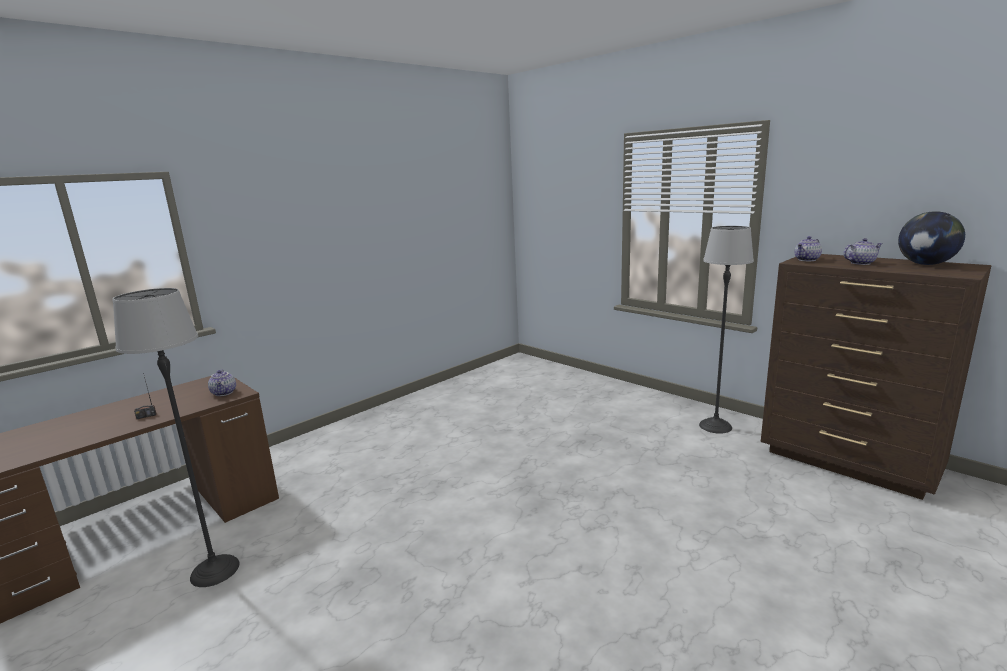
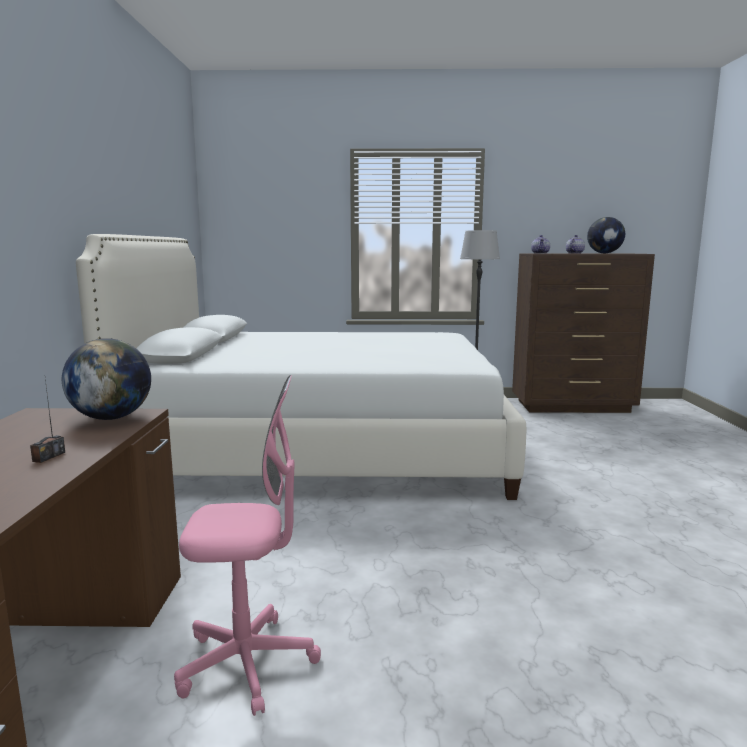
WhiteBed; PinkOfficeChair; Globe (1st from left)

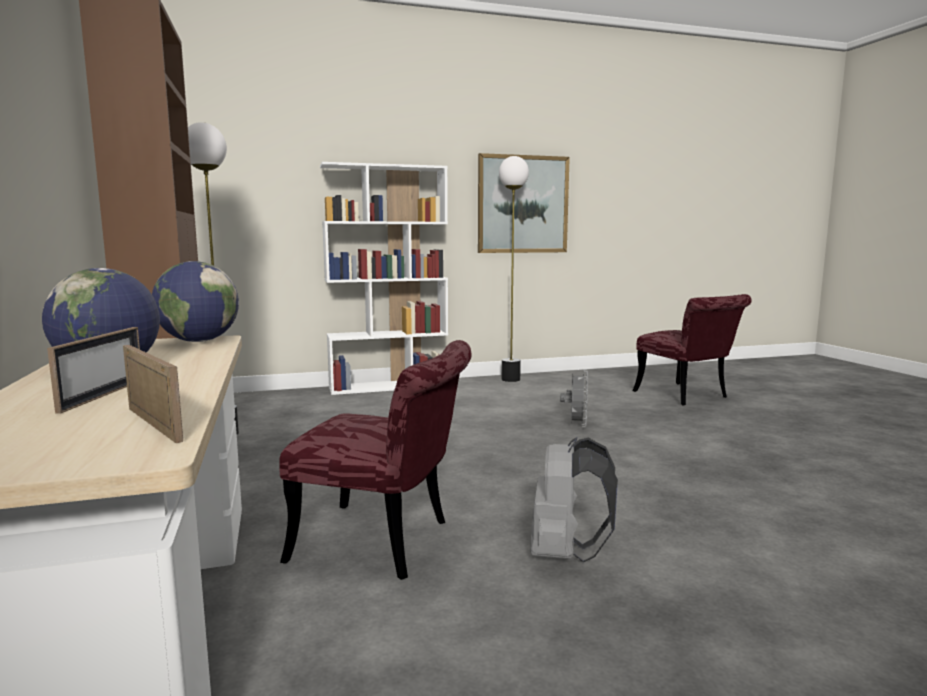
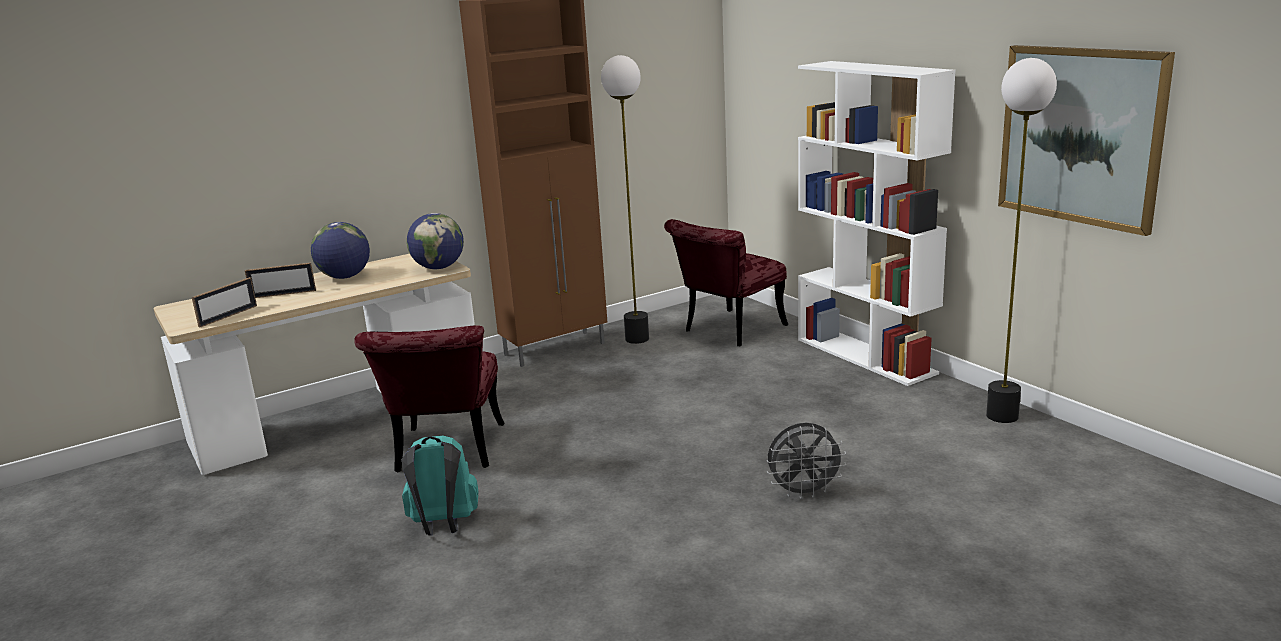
RedChair (2nd from left); TurquoiseBackpack

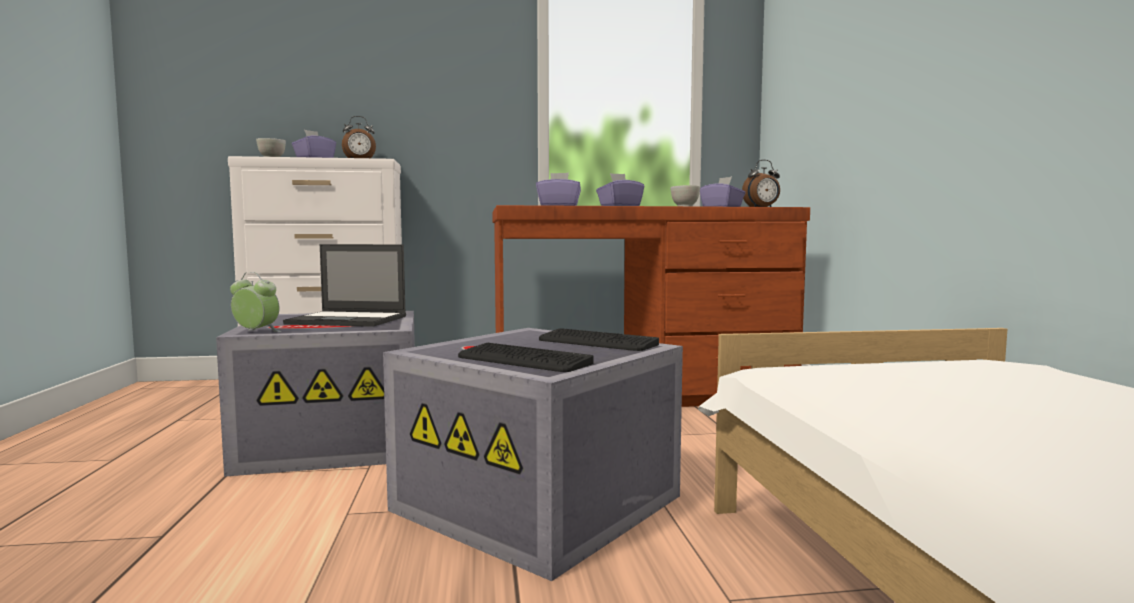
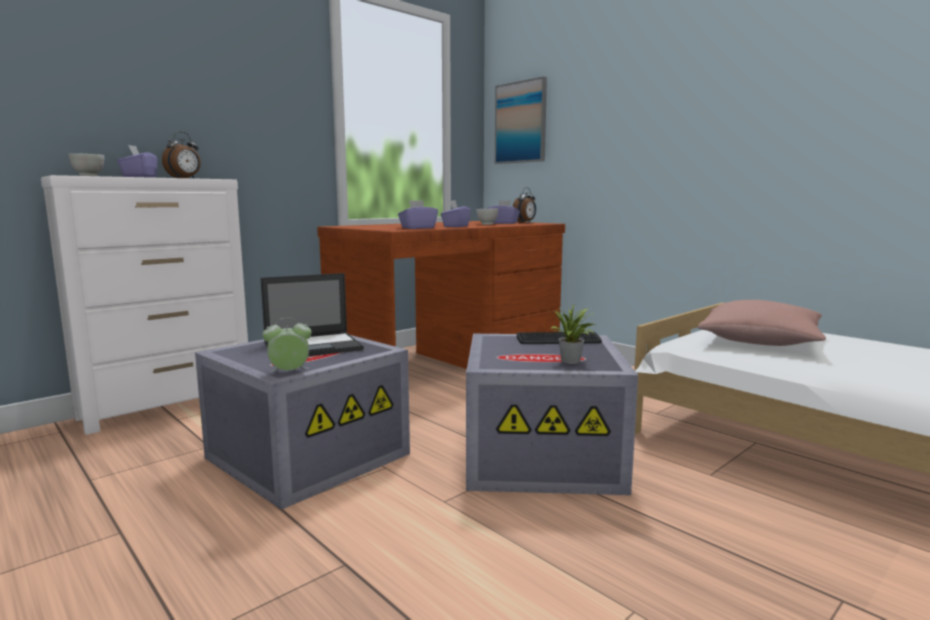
Picture; PinkPillow; PottedPlant

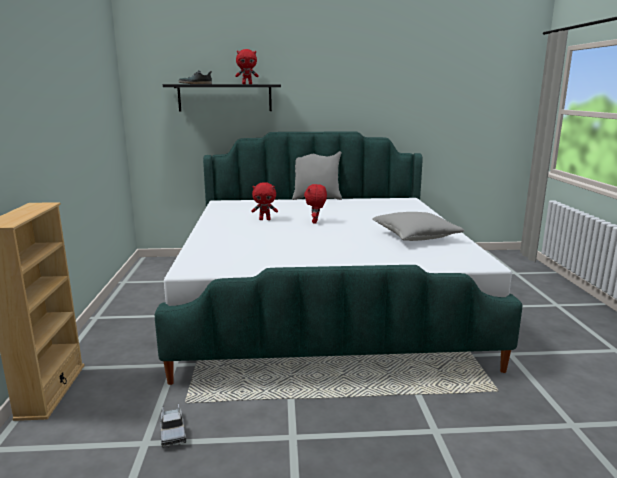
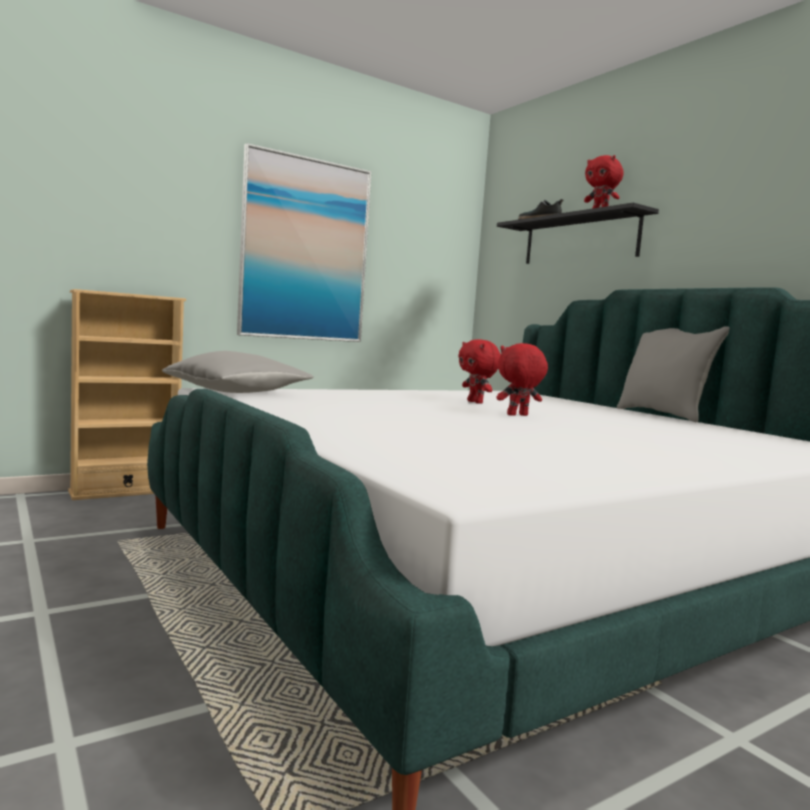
ToyTruck; Picture; GreyPillow (1st from left)

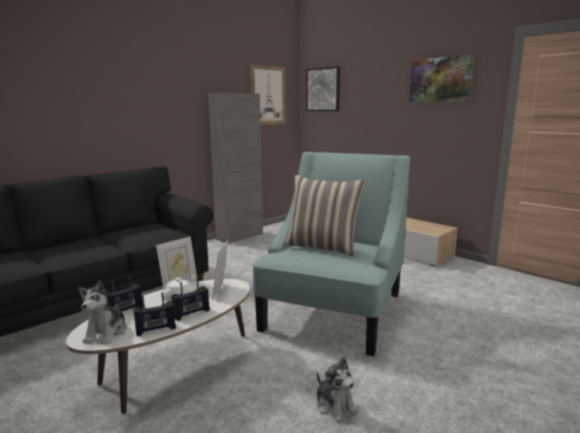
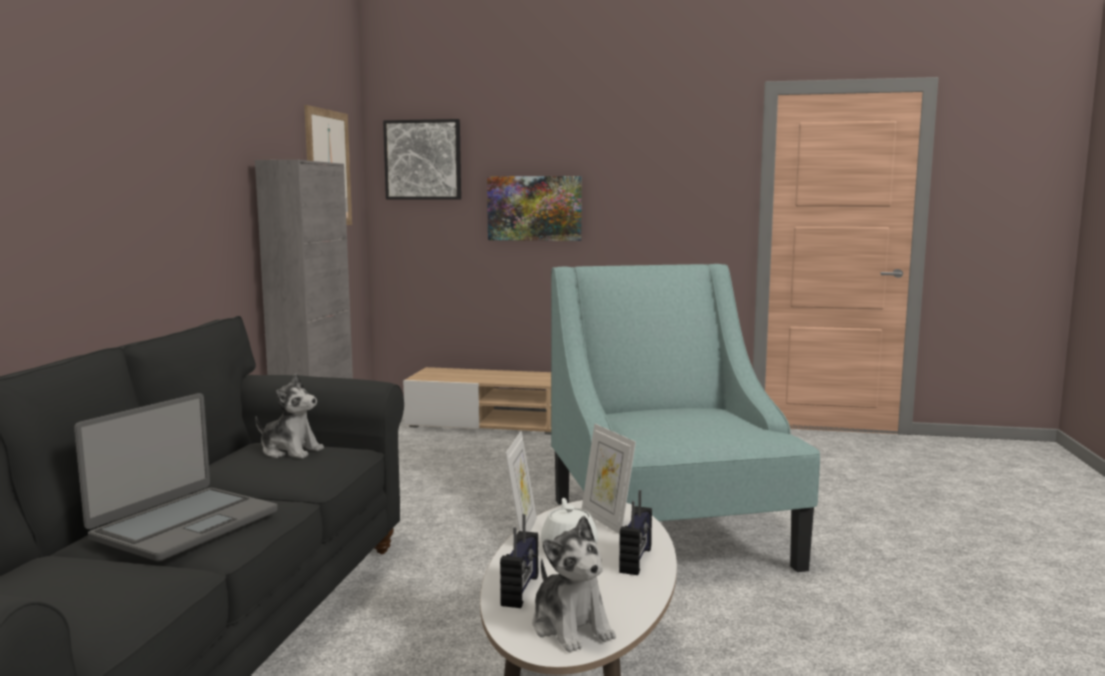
Radio (2nd from left in the first image); Pillow; Laptop; PlushToy (1st from left); Picture (3rd from left)

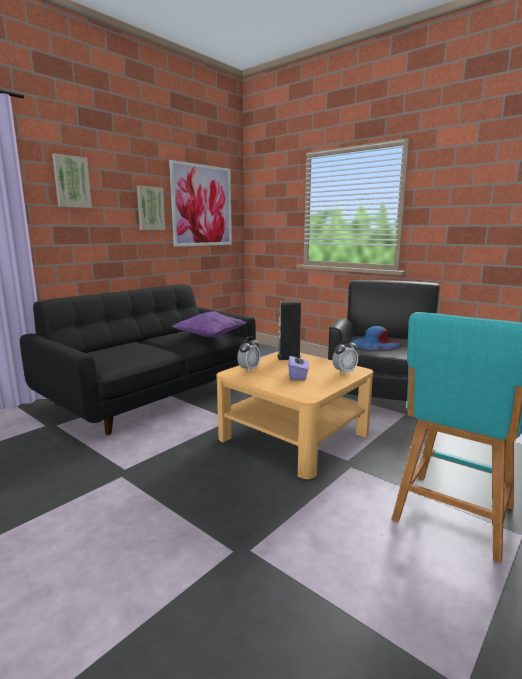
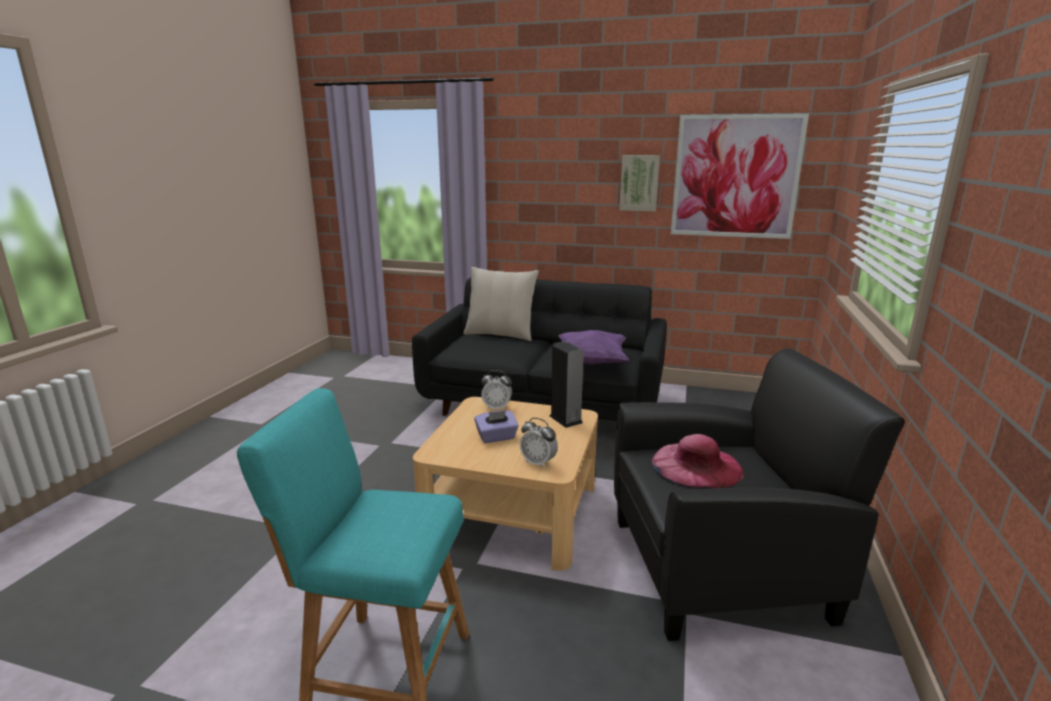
Picture (1st from left in the first image); BeigePillow; PinkHat

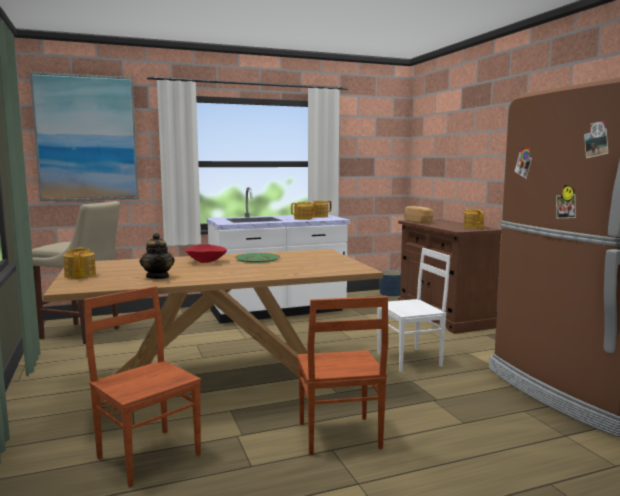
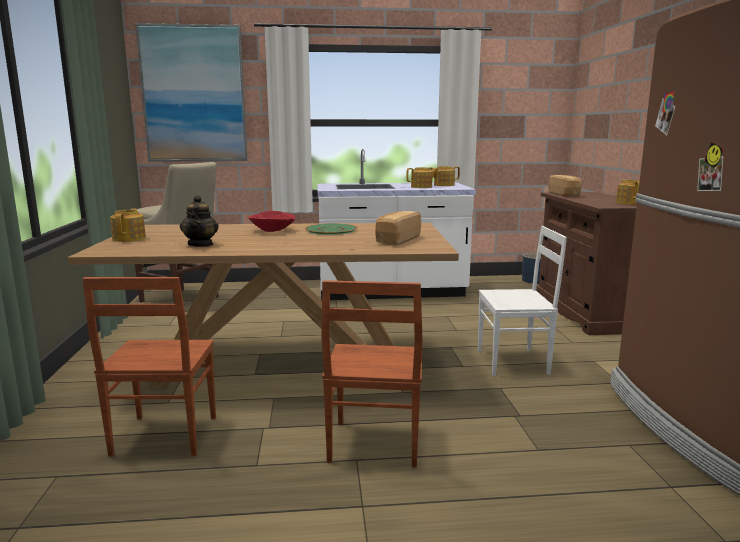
Bread (1st from left); BrownChair (1st from left)

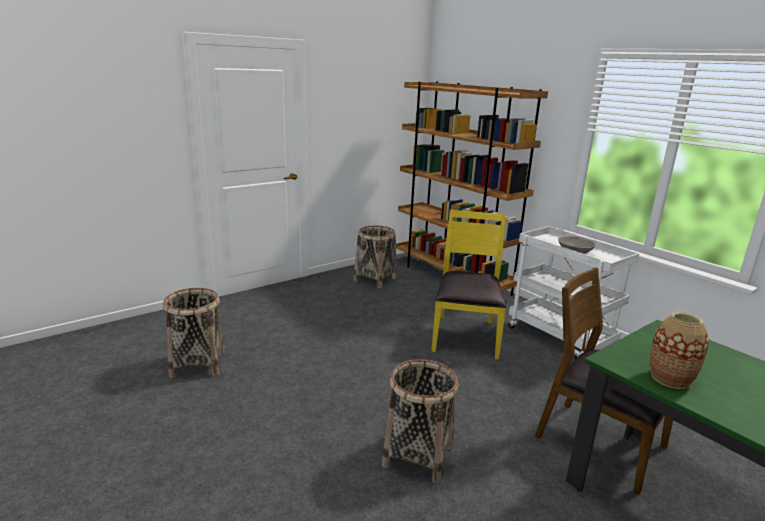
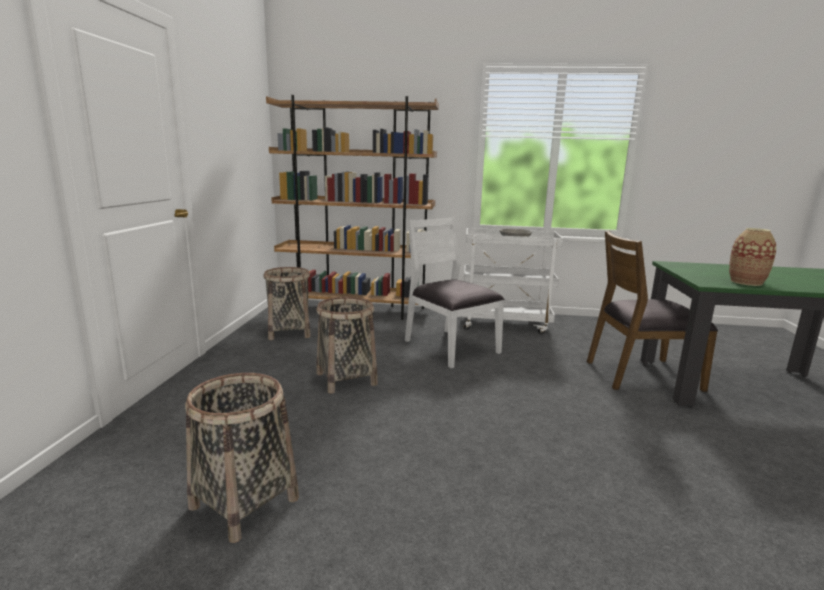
Basket (3rd from left); WhiteChair

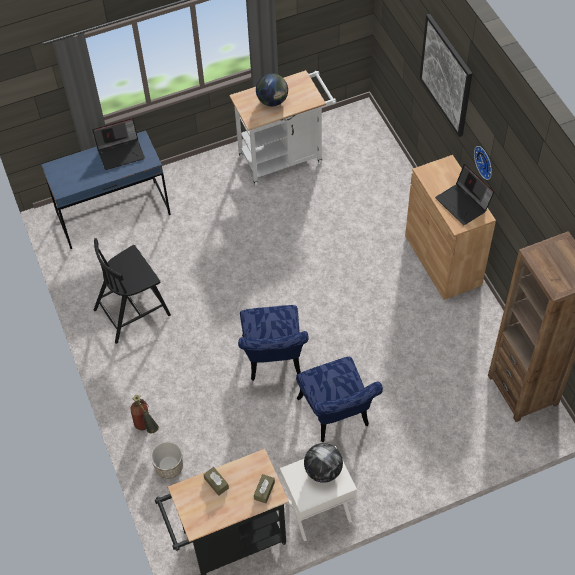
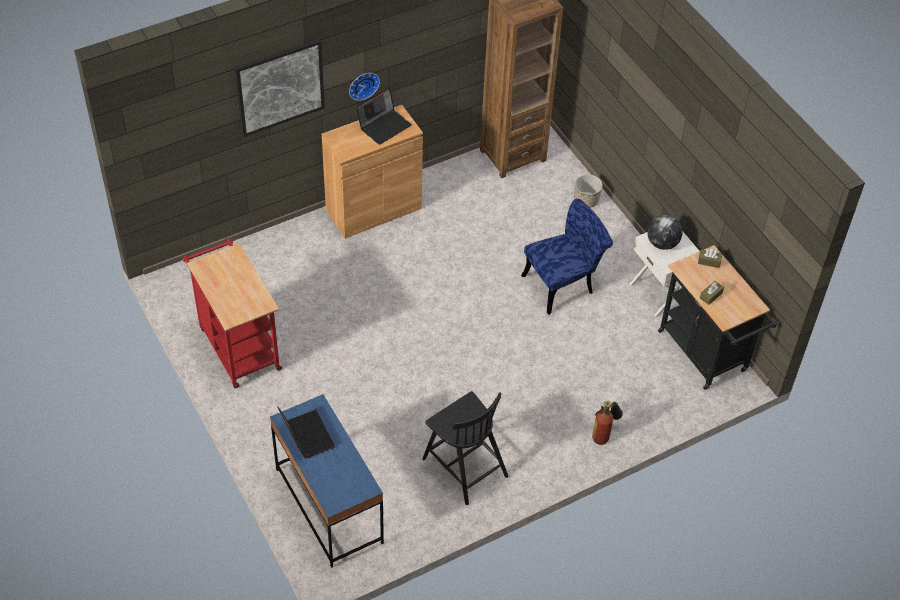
BlueChair (1st from left in the first image); Globe (1st from left in the first image); Planter; RedCart

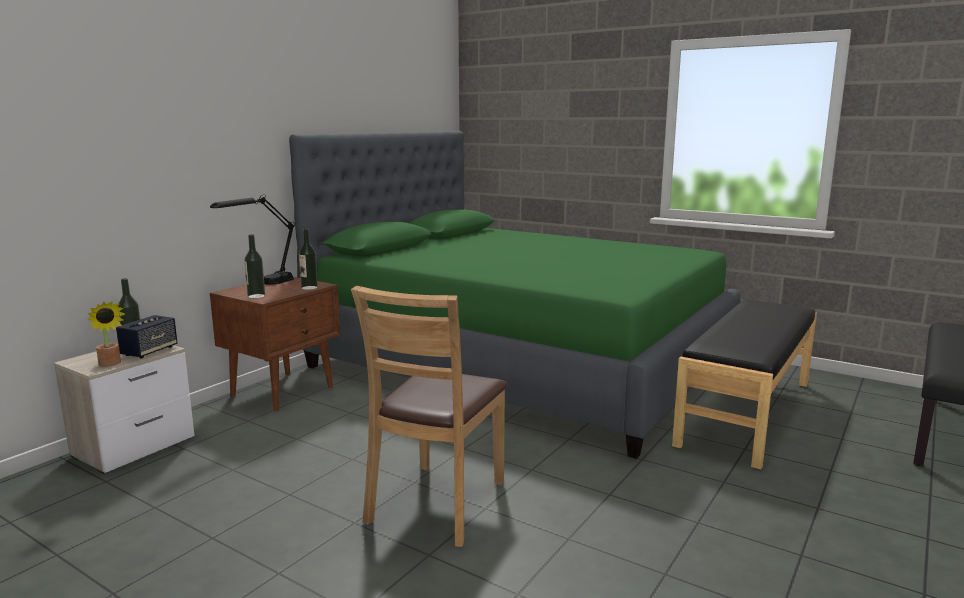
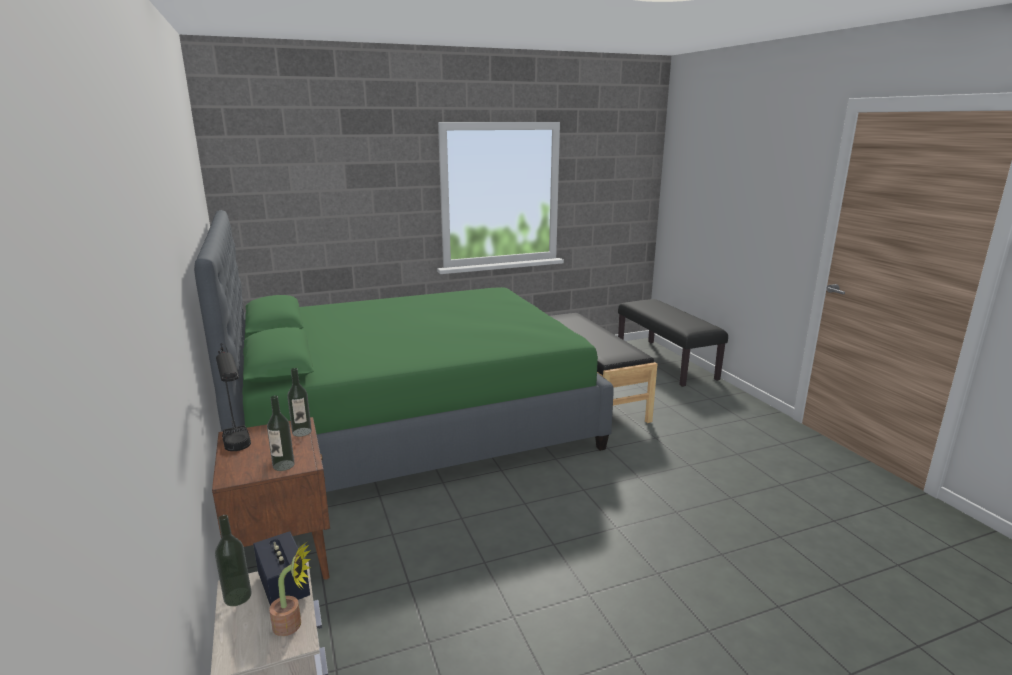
BrownChair

